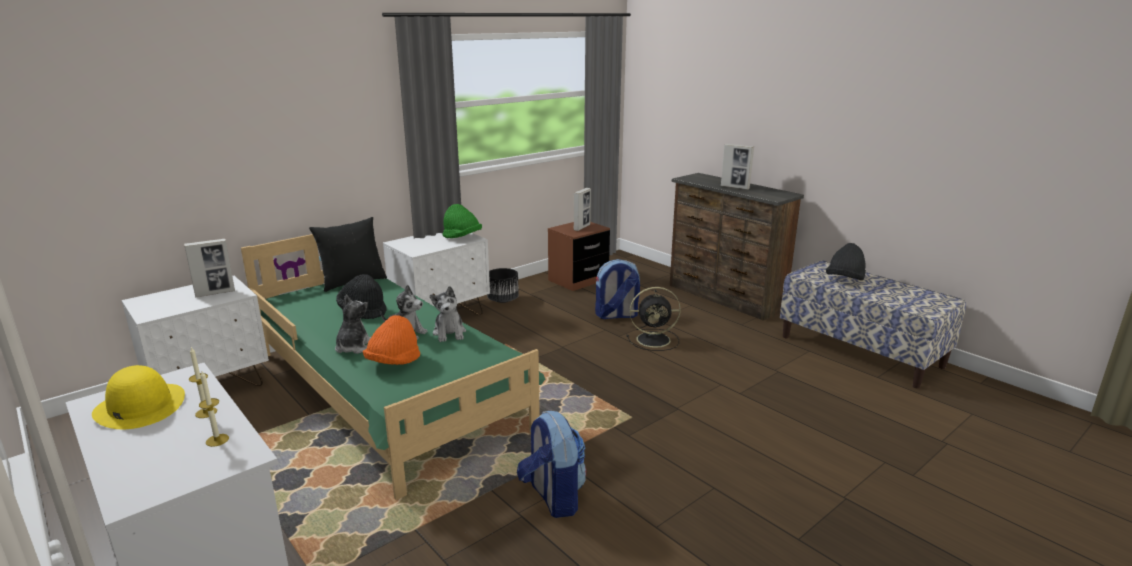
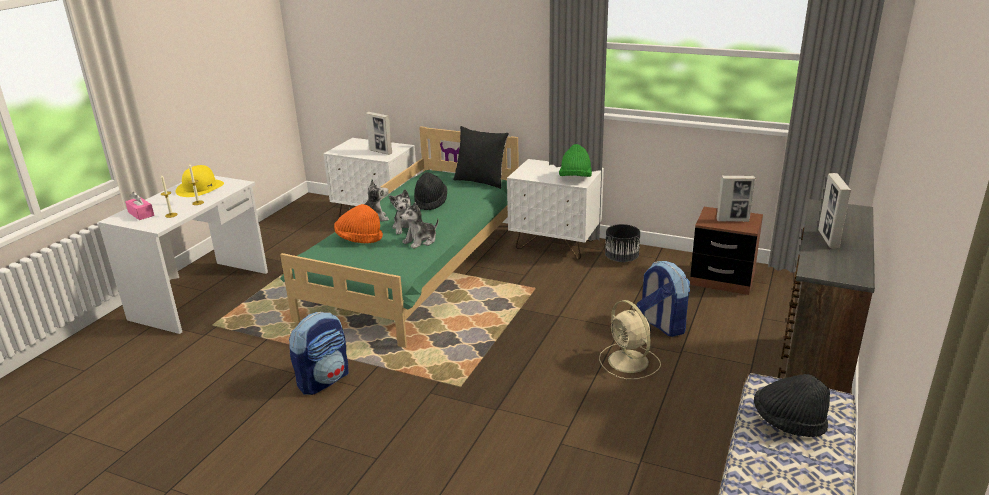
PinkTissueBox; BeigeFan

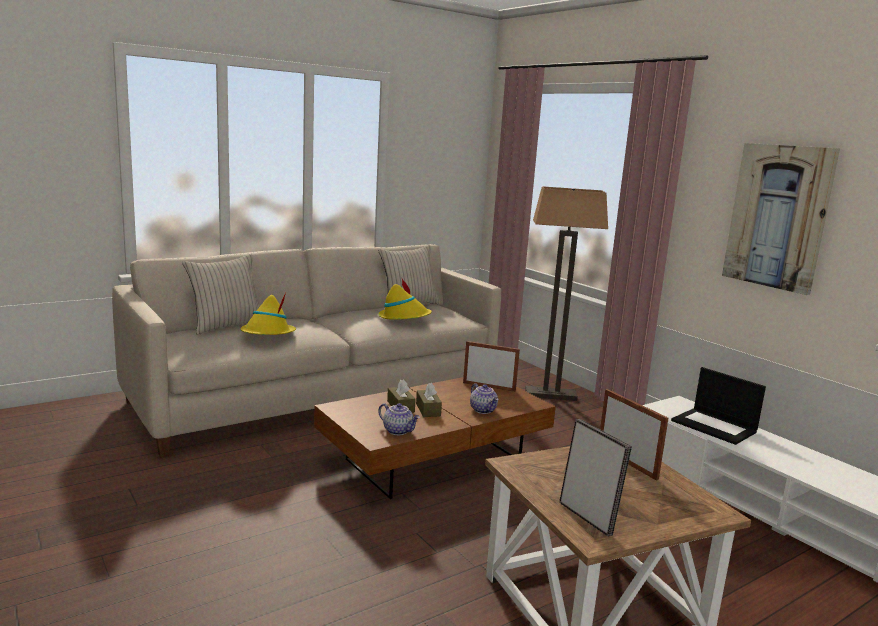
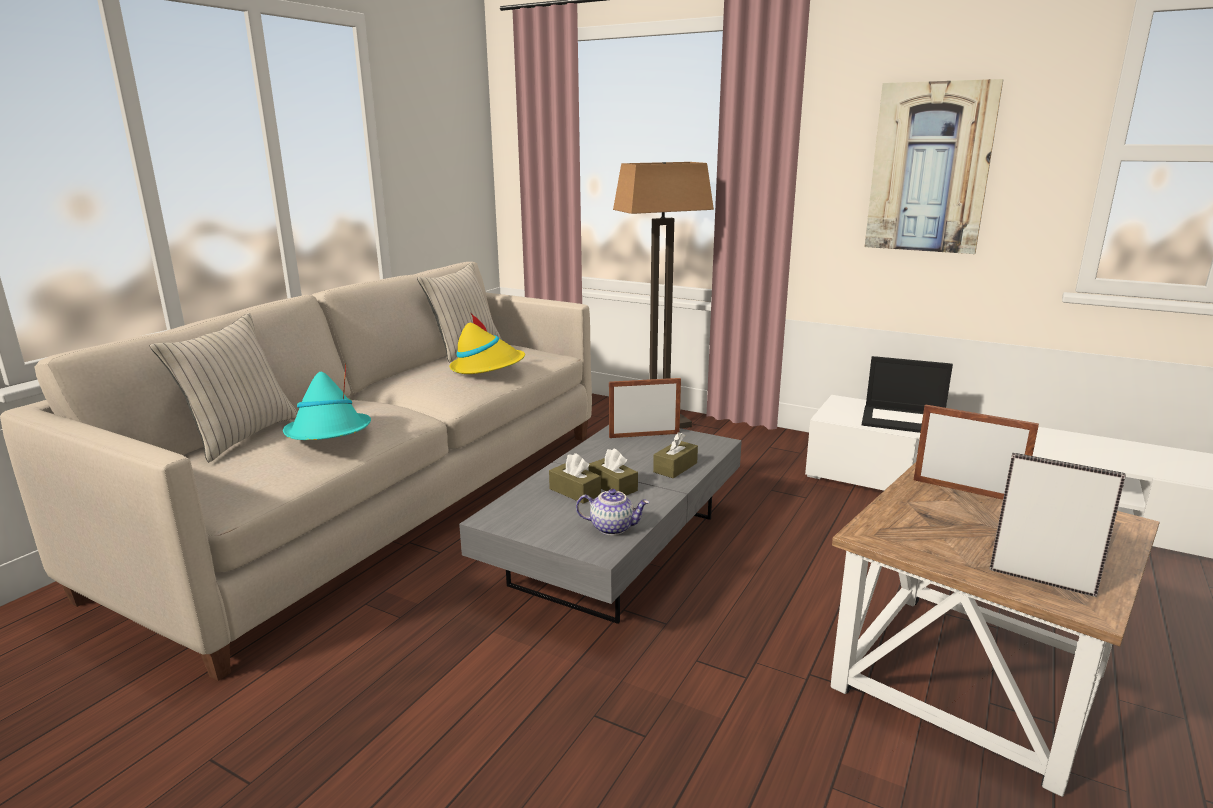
BrownTissueBox (3rd from left); TurquoiseHat; GreyCoffeeTable

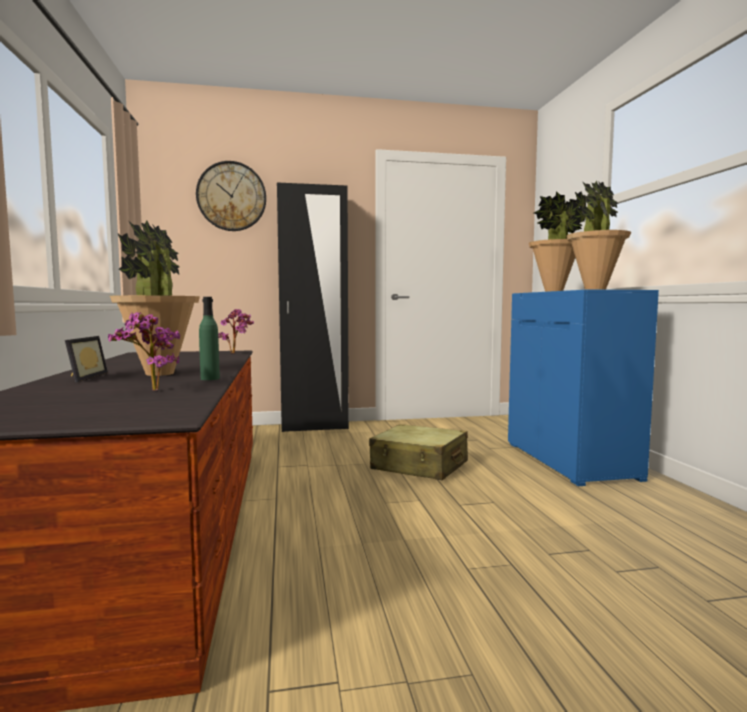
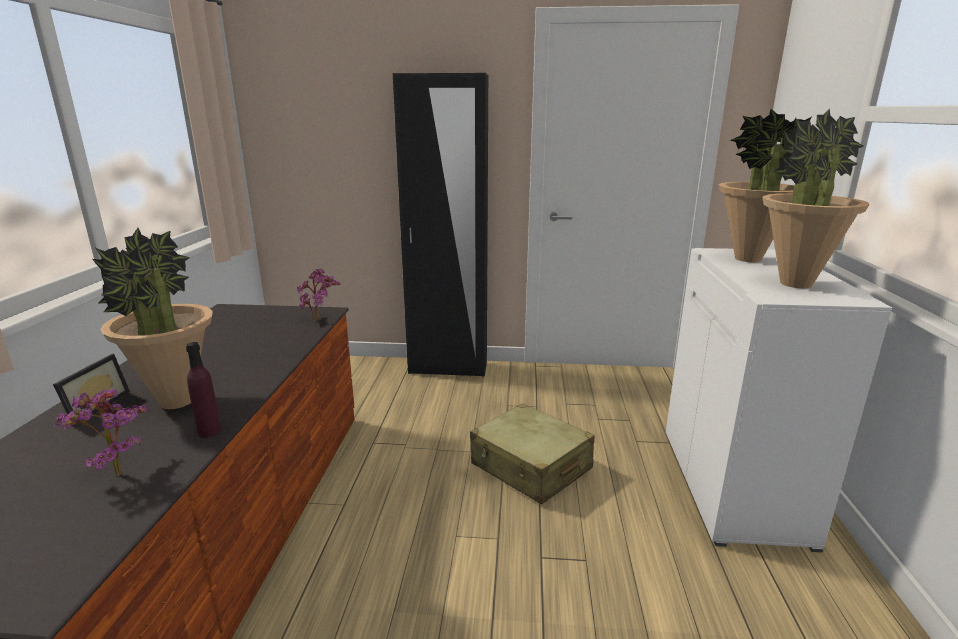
WallClock; PurpleBottle; WhiteCabinet

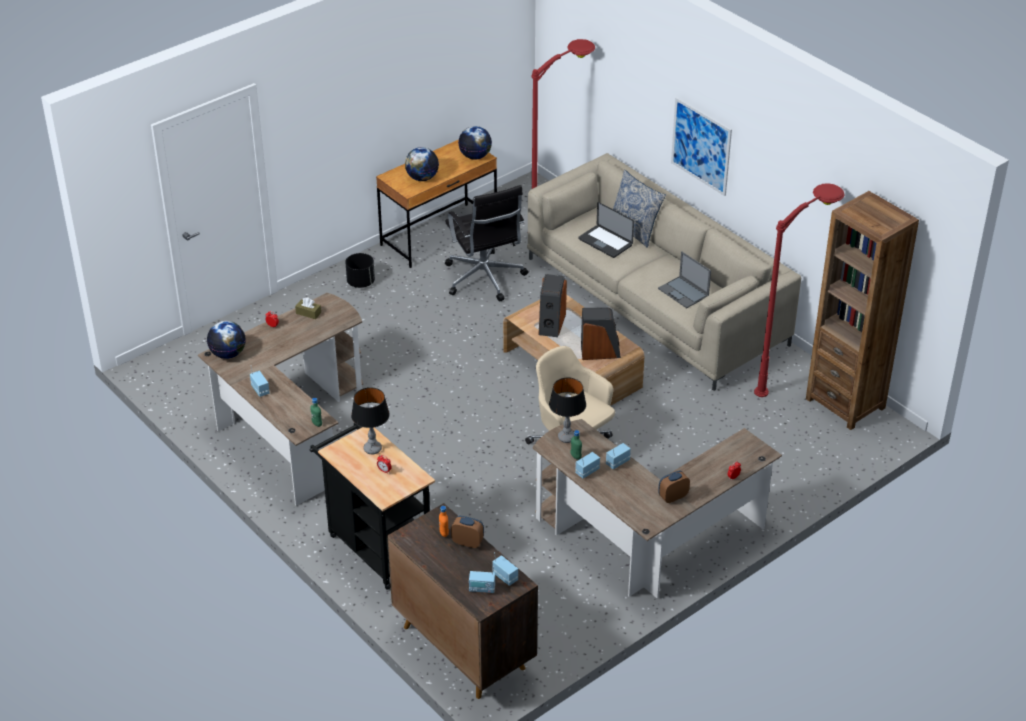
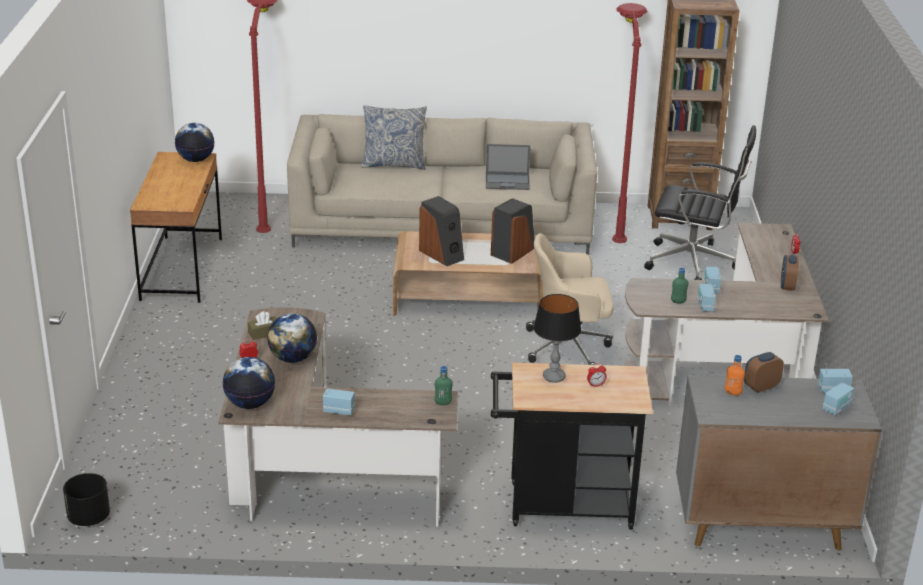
TableLamp (2nd from left in the first image); Laptop (1st from left in the first image); Picture; BlackPlanter; Globe (3rd from left); BlackOfficeChair; GreyCabinet

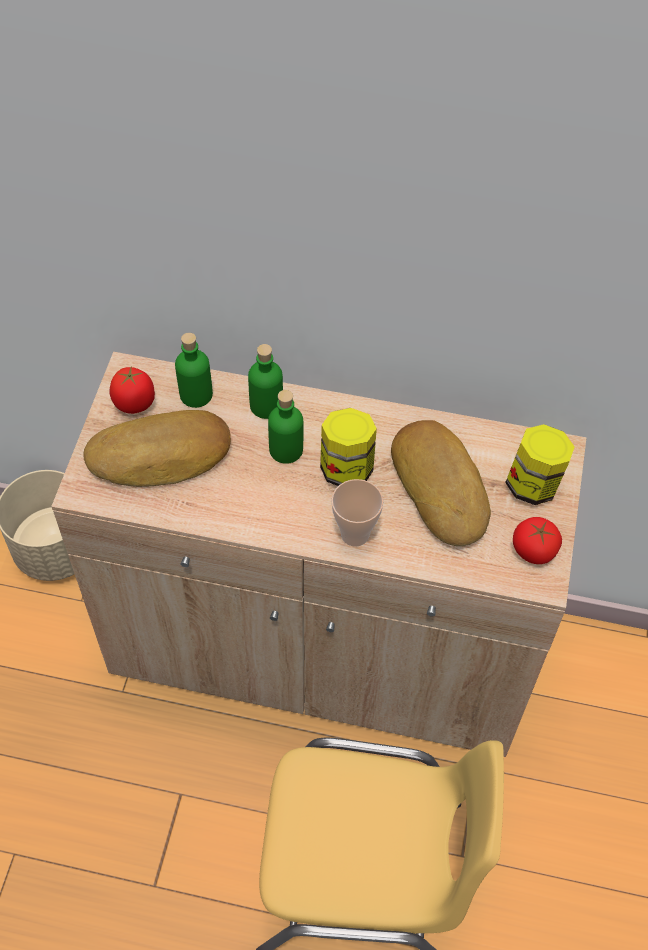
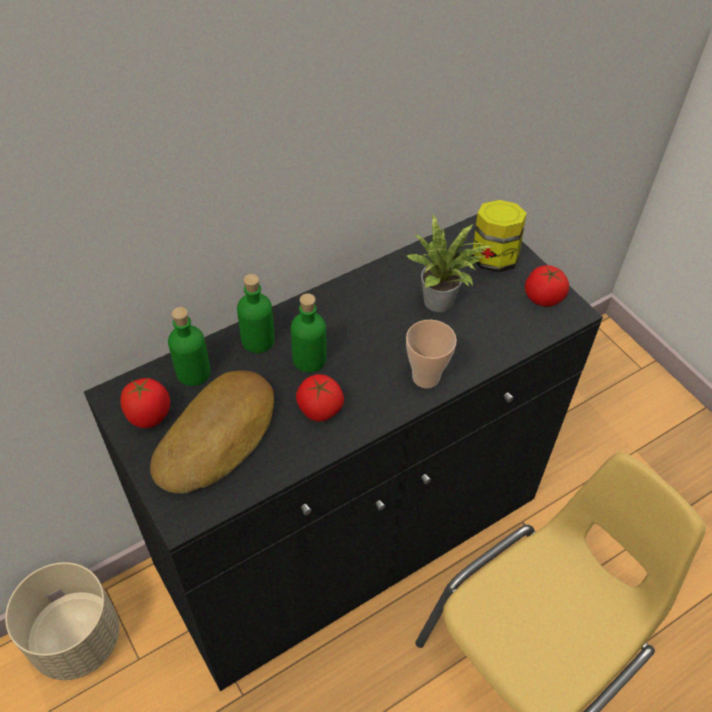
Jar (1st from left in the first image); Tomato (2nd from left); PottedPlant; BlackCabinet

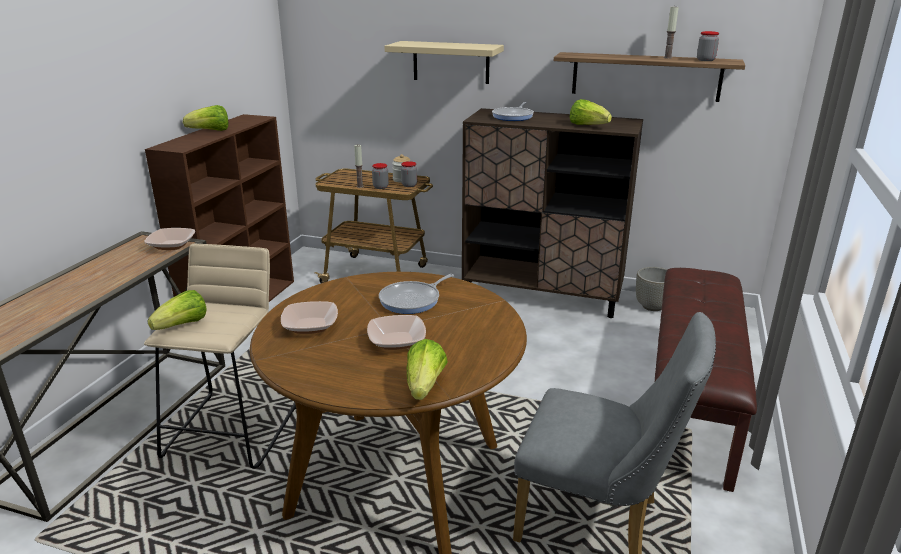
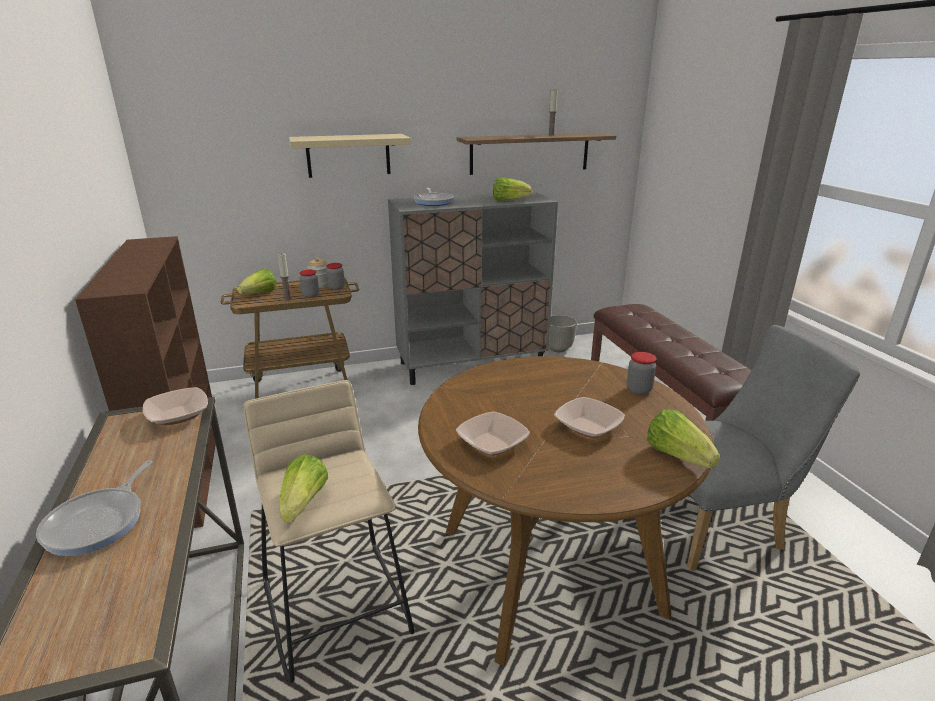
Lettuce (1st from left); FryingPan (1st from left); Jar (4th from left); GreyCabinet

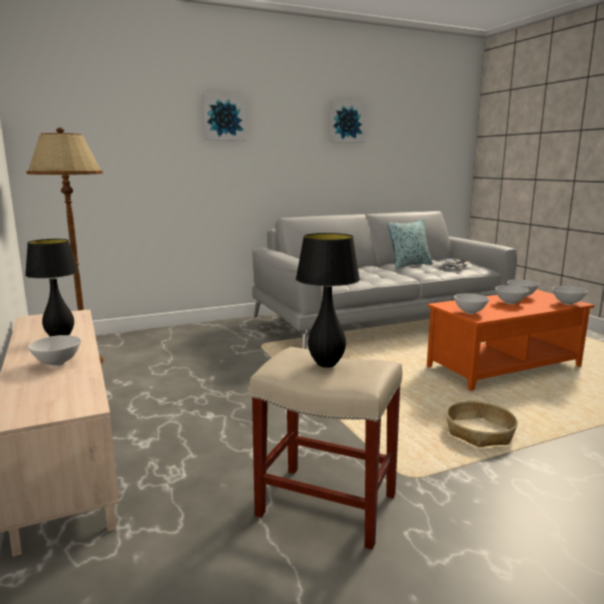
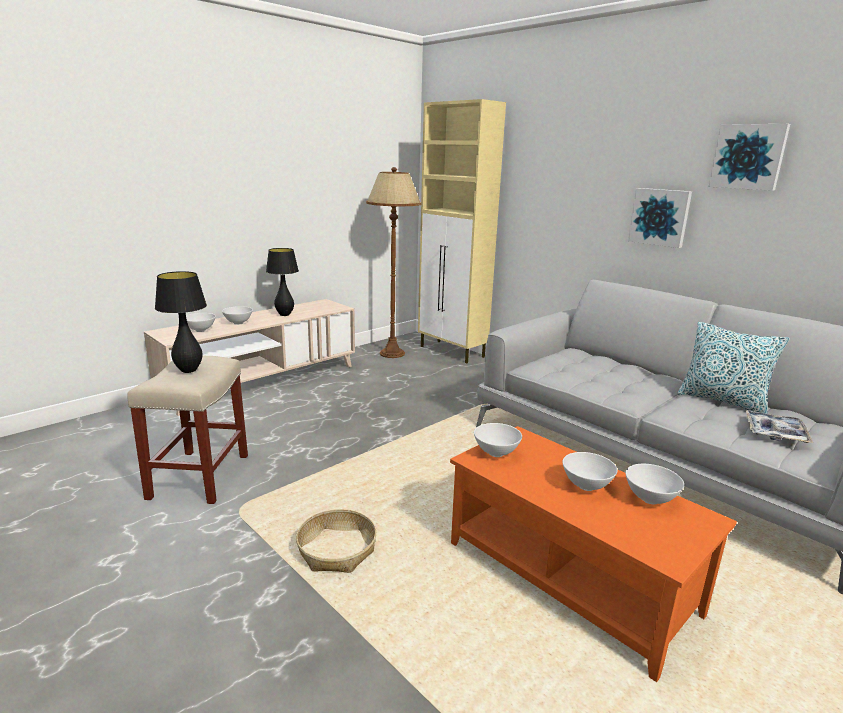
BeigeCabinet; Picture (1st from left); WhiteBowl (1st from left)

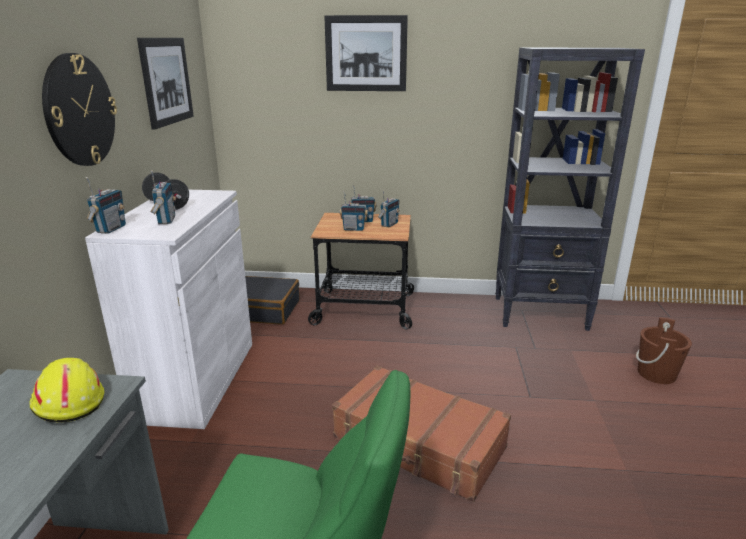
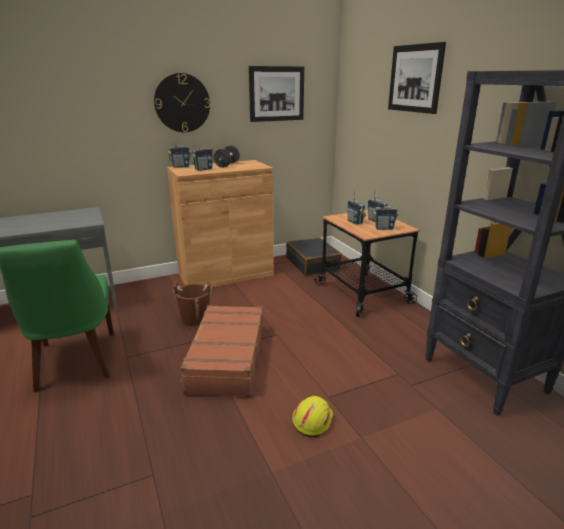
YellowHardHat; BrownBucket; BrownCabinet

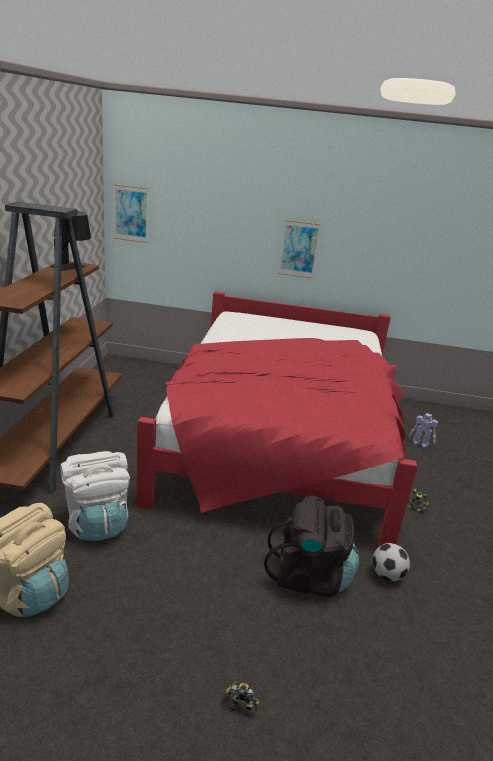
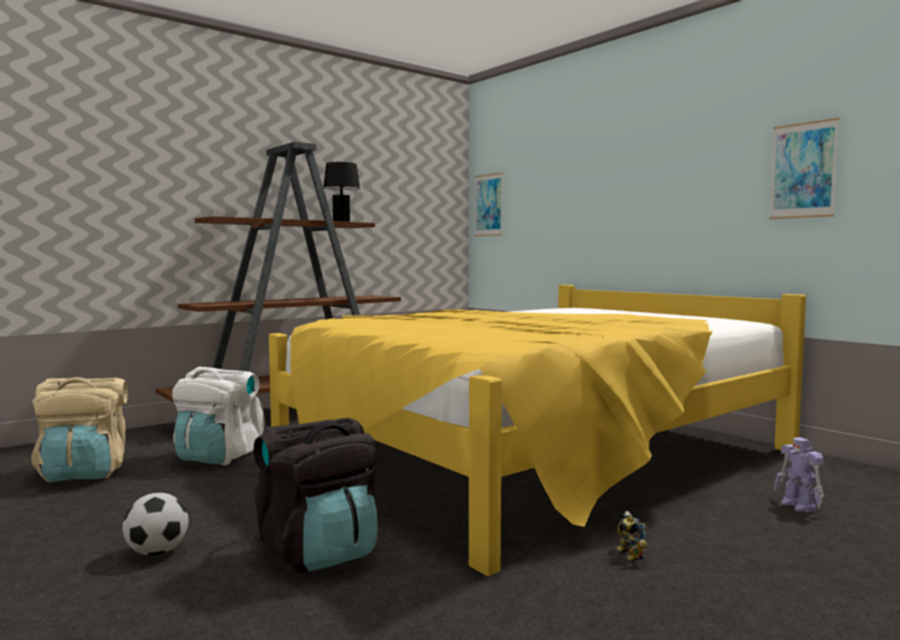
ToyRobot (1st from left in the first image); Picture (2nd from left); Football; YellowBed

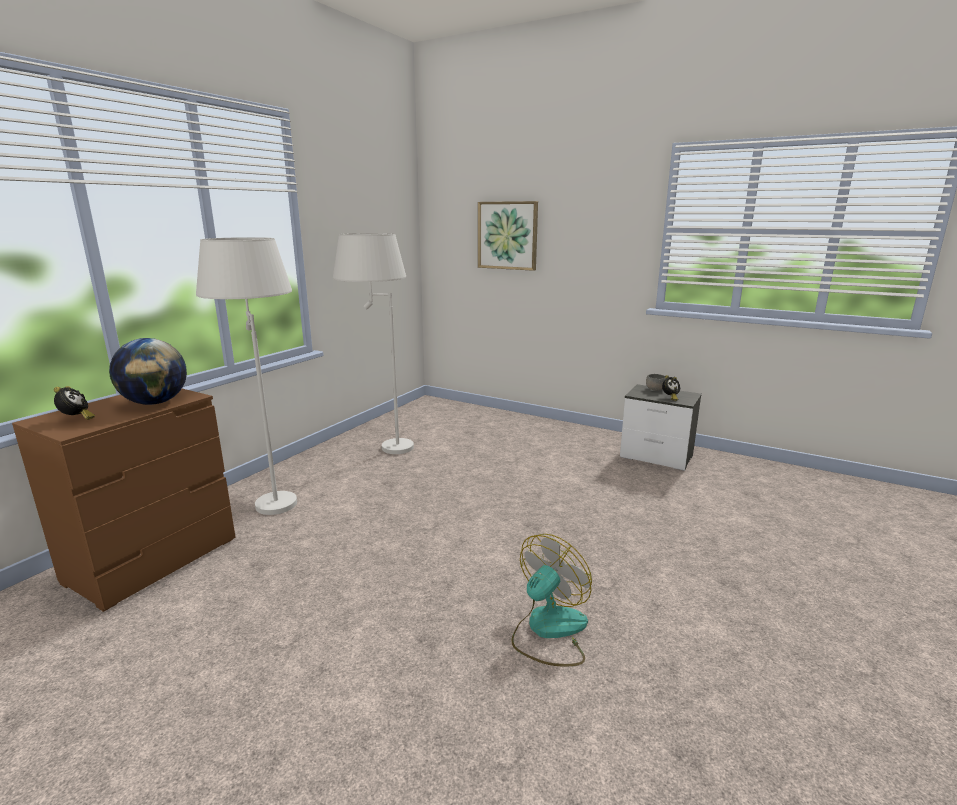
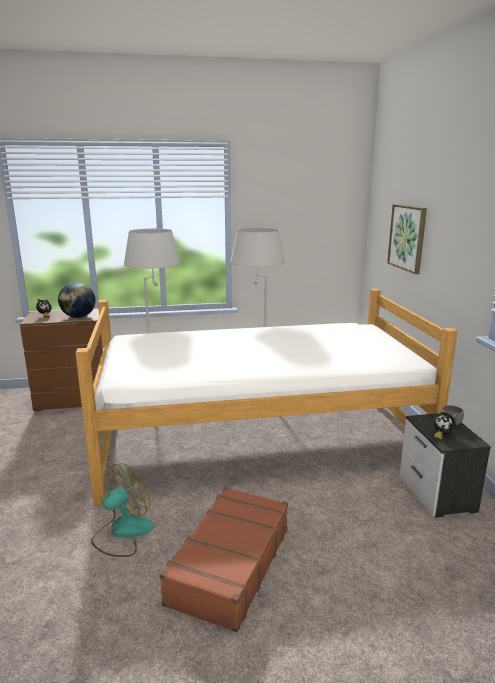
Bed; BrownSuitcase; Fan

